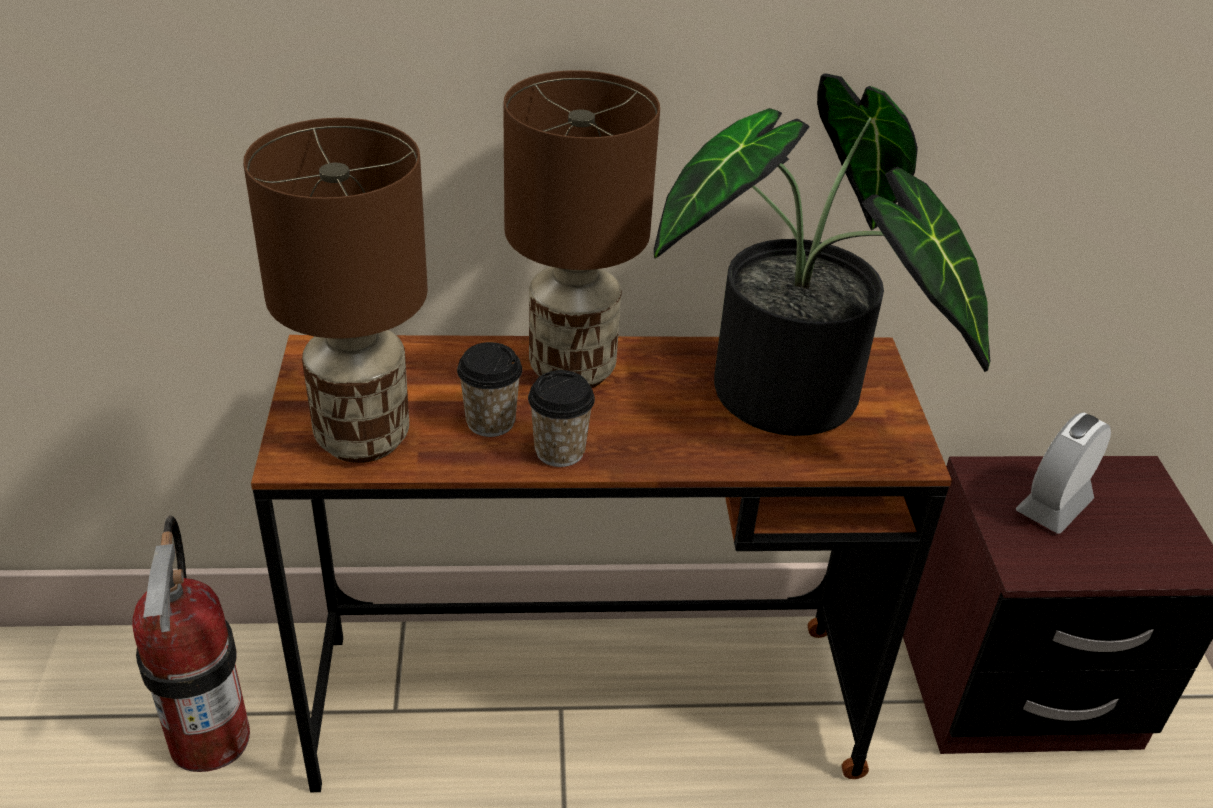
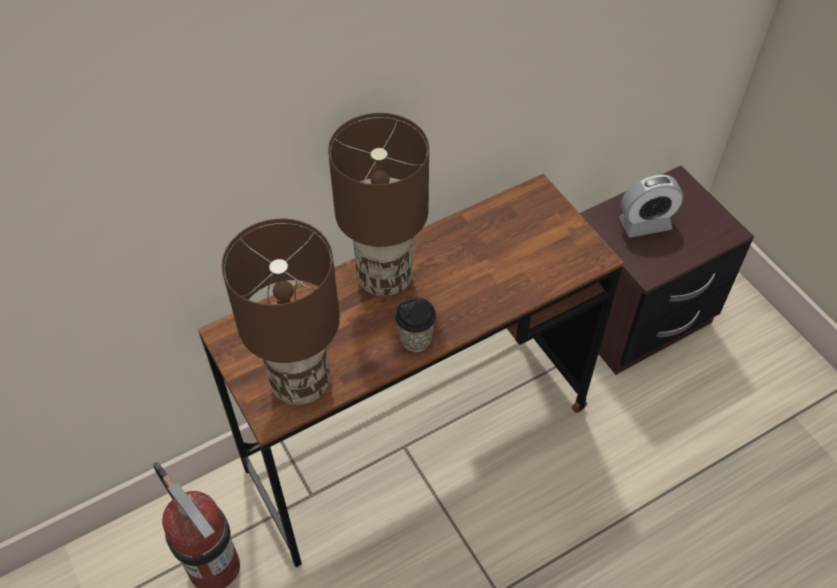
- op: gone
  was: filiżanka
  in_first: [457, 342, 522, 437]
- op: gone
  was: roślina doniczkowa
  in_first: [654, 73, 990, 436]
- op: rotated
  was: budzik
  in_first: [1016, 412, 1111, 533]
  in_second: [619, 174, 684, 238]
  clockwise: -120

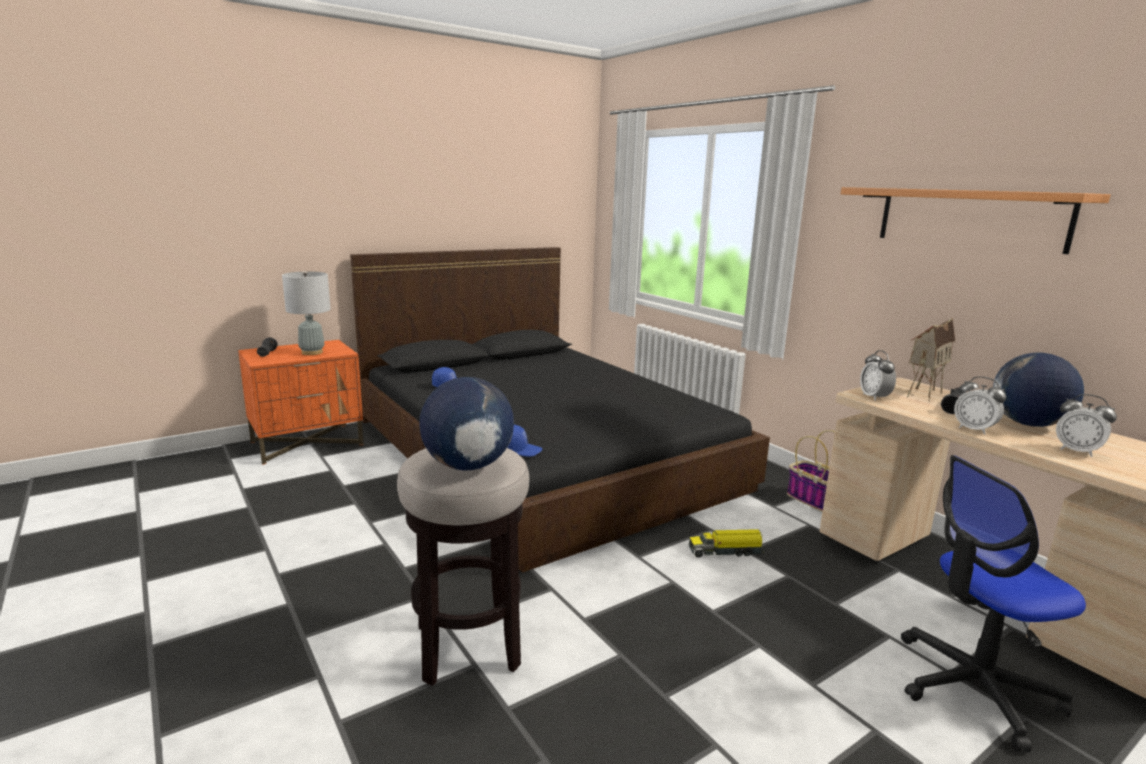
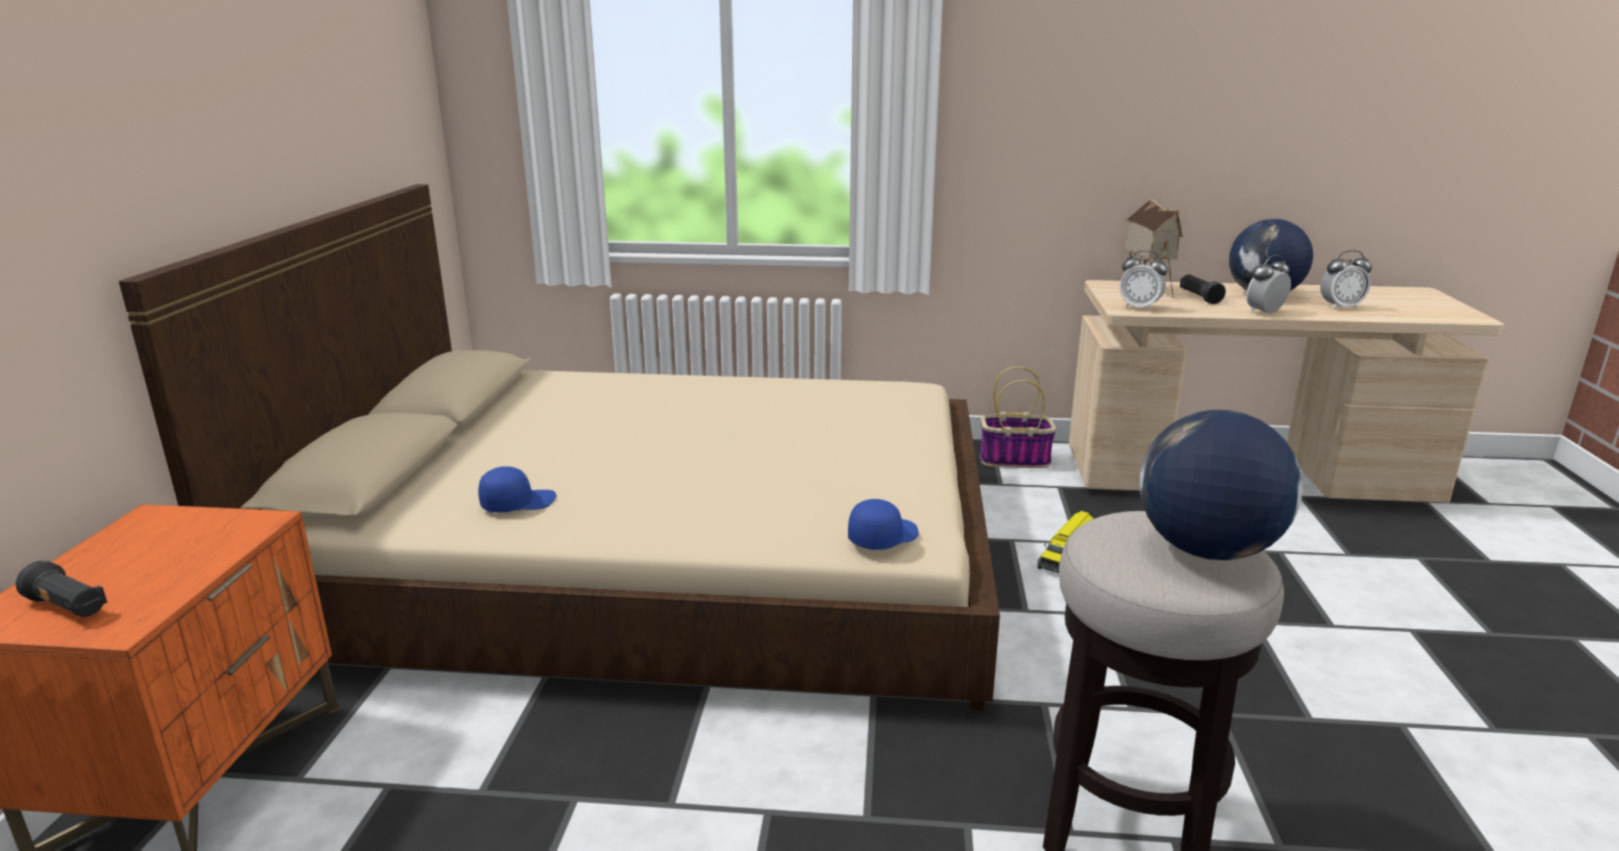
- op: gone
  was: lampa stołowa (szary)
  in_first: [282, 271, 331, 355]
- op: repainted
  was: łóżko (czarny)
  now: łóżko (beżowy)
  in_first: [350, 247, 770, 573]
  in_second: [119, 184, 1000, 711]
- op: gone
  was: półka
  in_first: [841, 187, 1111, 254]
- op: gone
  was: krzesło biurowe
  in_first: [901, 455, 1086, 752]
- op: rotated
  was: budzik
  in_first: [954, 376, 1006, 435]
  in_second: [1246, 255, 1291, 315]
  clockwise: 150

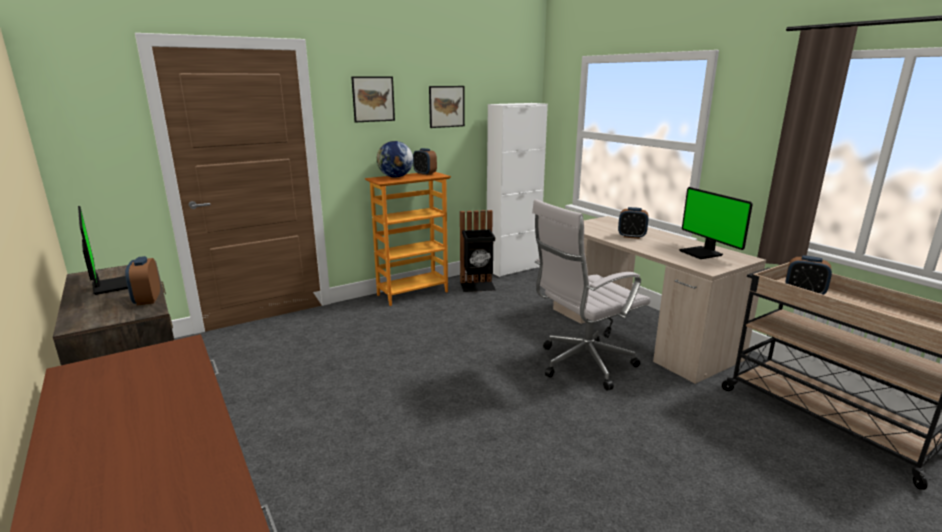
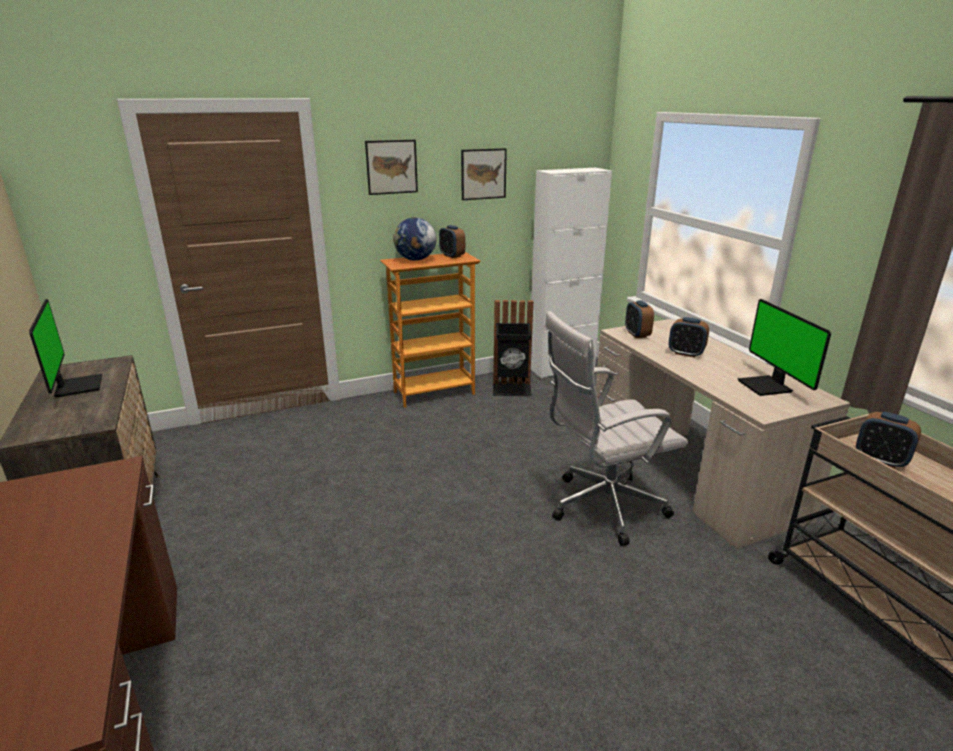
- op: shifted
  was: budzik
  in_first: [125, 256, 160, 306]
  in_second: [625, 300, 654, 338]

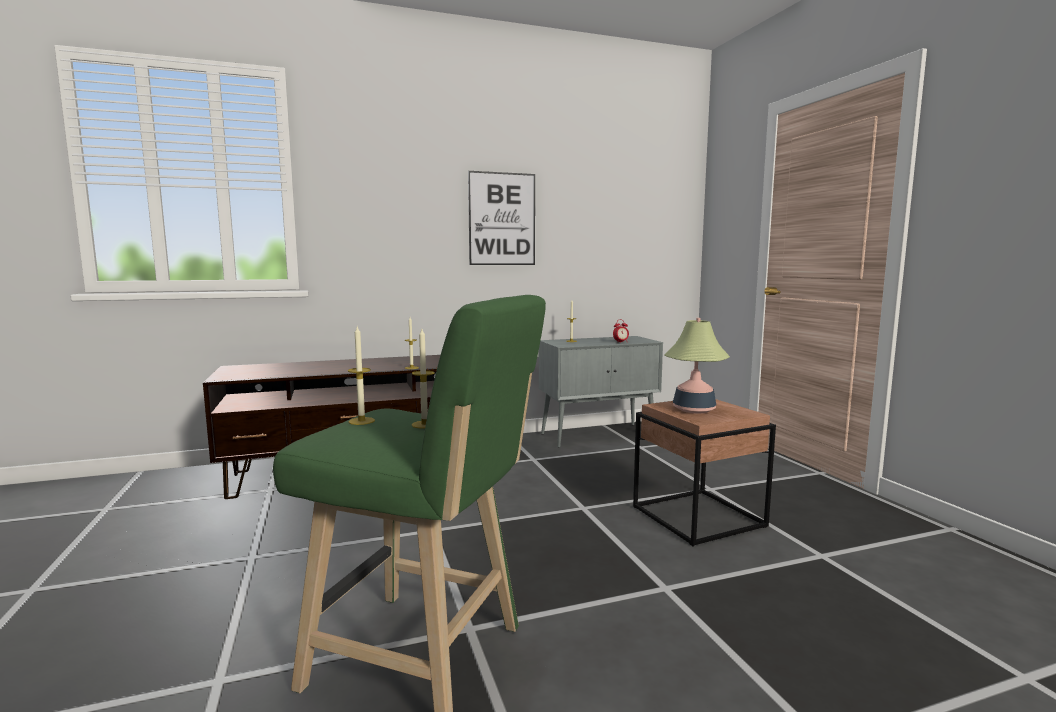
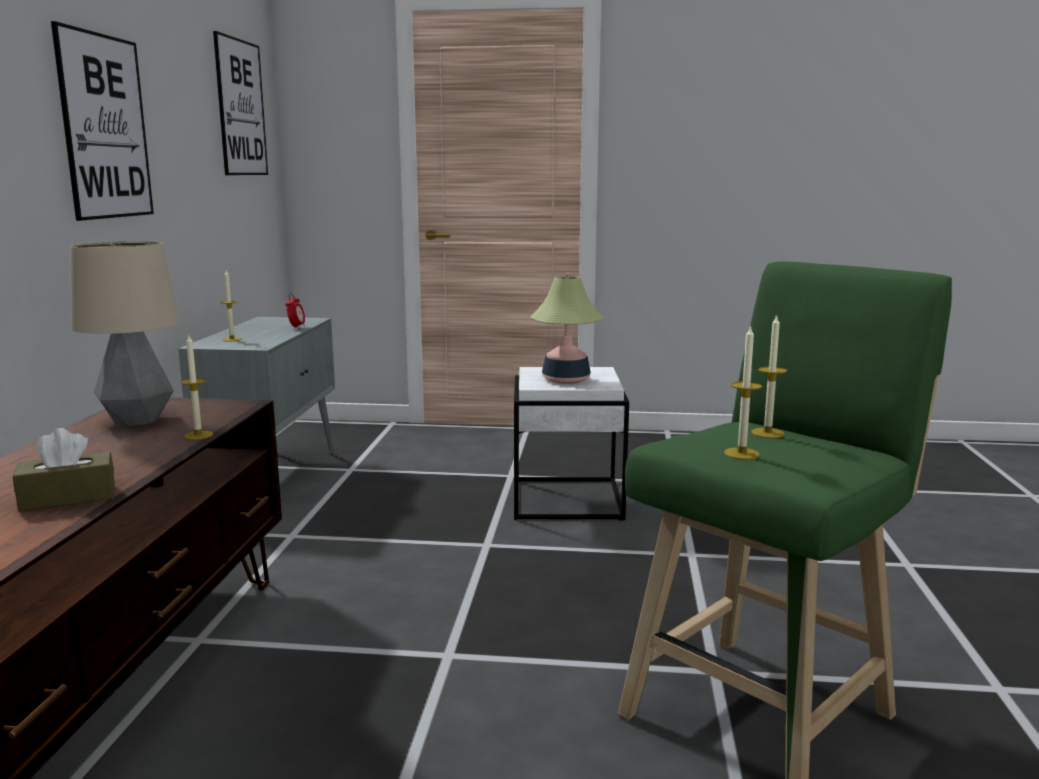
- op: repainted
  was: stolik (brązowy)
  now: stolik (biały)
  in_first: [633, 399, 776, 547]
  in_second: [514, 367, 629, 520]
- op: new
  now: pudełko chusteczek (brązowy)
  in_second: [13, 428, 115, 512]
- op: new
  now: lampa stołowa
  in_second: [70, 241, 179, 426]
- op: new
  now: obraz
  in_second: [213, 31, 268, 175]

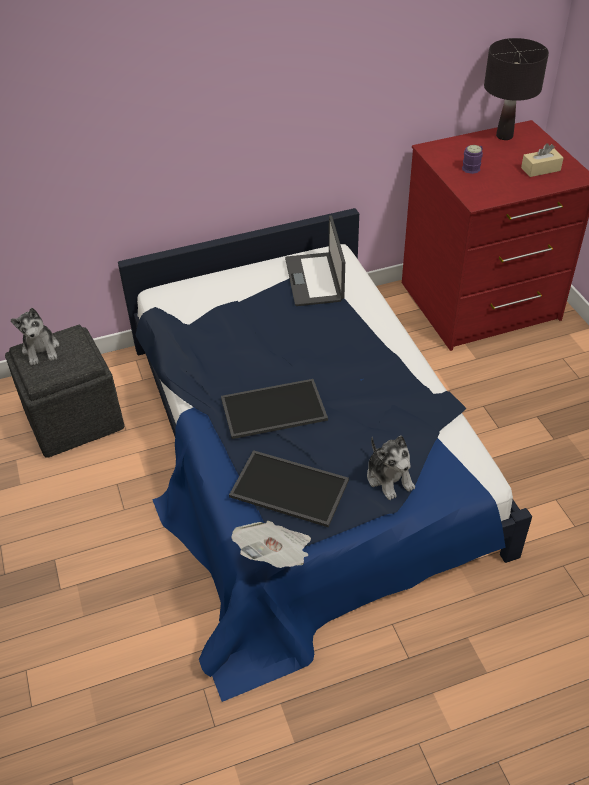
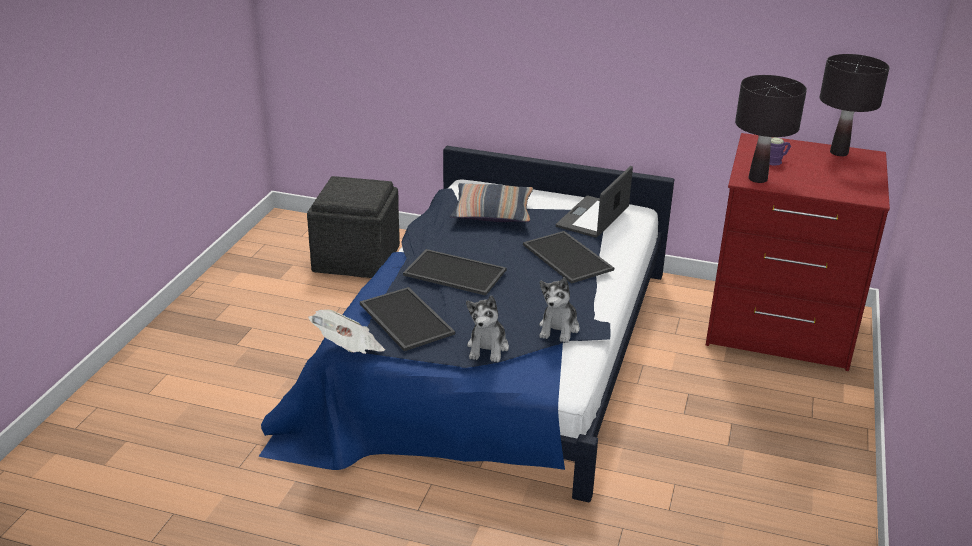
- op: shifted
  was: pluszak
  in_first: [10, 308, 59, 366]
  in_second: [539, 277, 579, 343]
- op: gone
  was: pudełko chusteczek (beżowy)
  in_first: [521, 143, 564, 177]
- op: new
  now: poduszka
  in_second: [450, 183, 533, 222]
- op: new
  now: taca
  in_second: [523, 231, 614, 284]
- op: new
  now: lampa stołowa (czarny)
  in_second: [735, 75, 807, 183]

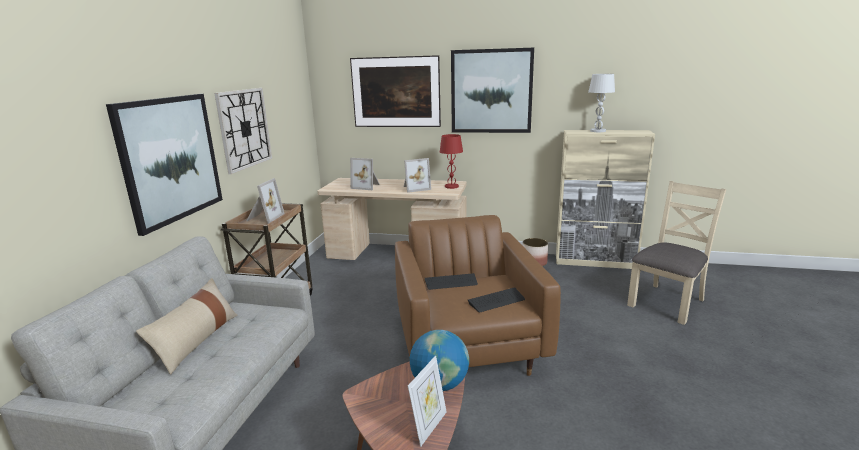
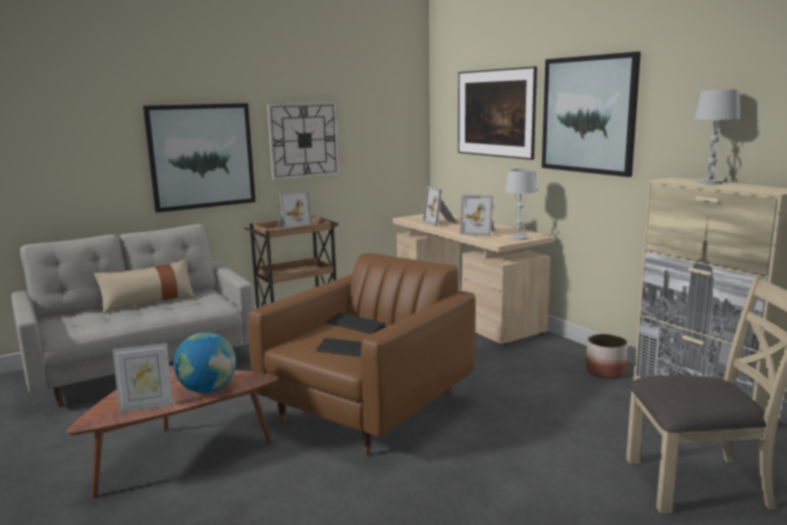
- op: repainted
  was: lampa stołowa (czerwony)
  now: lampa stołowa (biały)
  in_first: [440, 134, 463, 189]
  in_second: [505, 169, 537, 240]

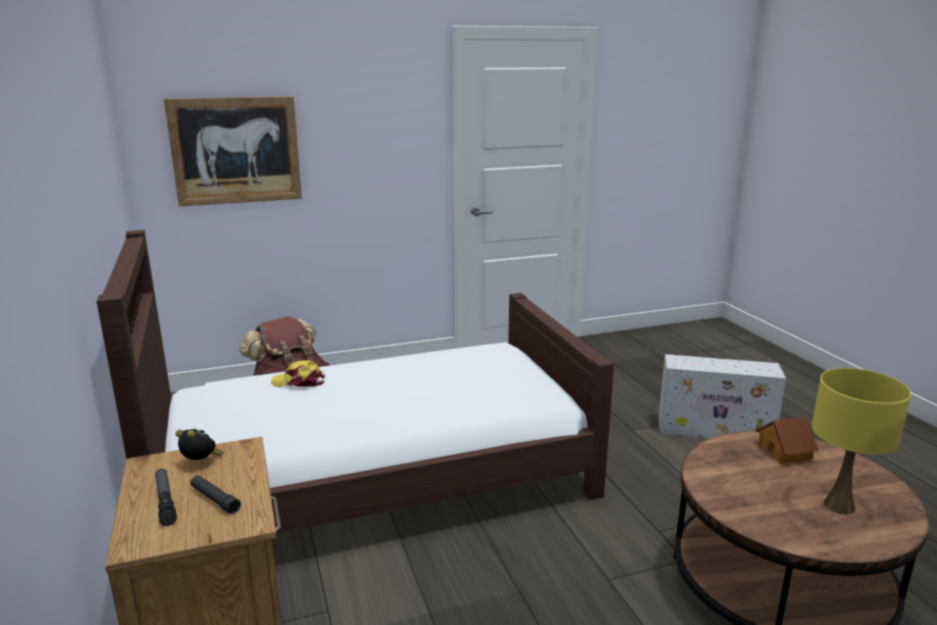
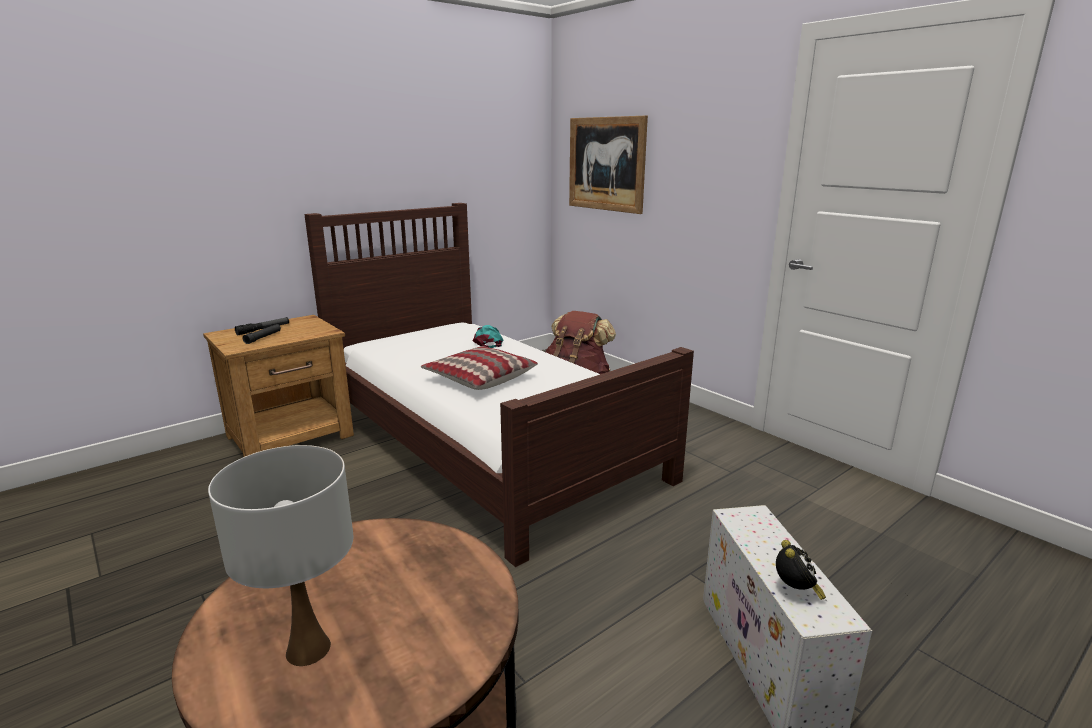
- op: shifted
  was: budzik
  in_first: [175, 429, 224, 460]
  in_second: [776, 540, 826, 600]
- op: repainted
  was: czapka z daszkiem (żółty)
  now: czapka z daszkiem (turkusowy)
  in_first: [271, 360, 325, 387]
  in_second: [472, 325, 503, 348]
- op: gone
  was: domek
  in_first: [755, 417, 819, 464]
- op: repainted
  was: lampa stołowa (żółty)
  now: lampa stołowa (biały)
  in_first: [812, 368, 911, 514]
  in_second: [208, 445, 353, 666]
- op: new
  now: poduszka
  in_second: [421, 346, 538, 390]

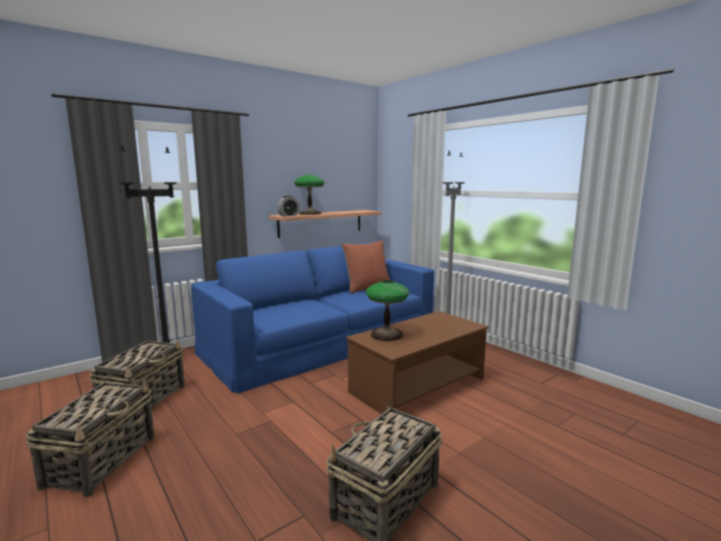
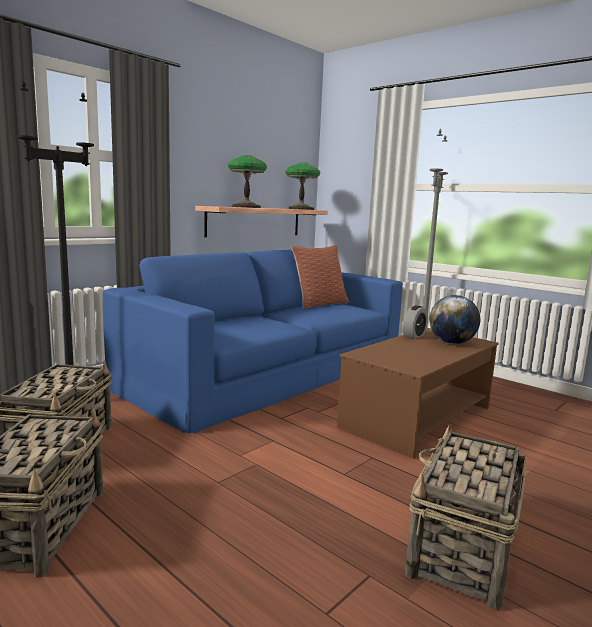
- op: shifted
  was: budzik
  in_first: [277, 196, 300, 217]
  in_second: [402, 305, 428, 339]
- op: shifted
  was: lampa stołowa
  in_first: [366, 280, 409, 341]
  in_second: [285, 163, 320, 210]
- op: new
  now: globus
  in_second: [429, 295, 480, 344]

